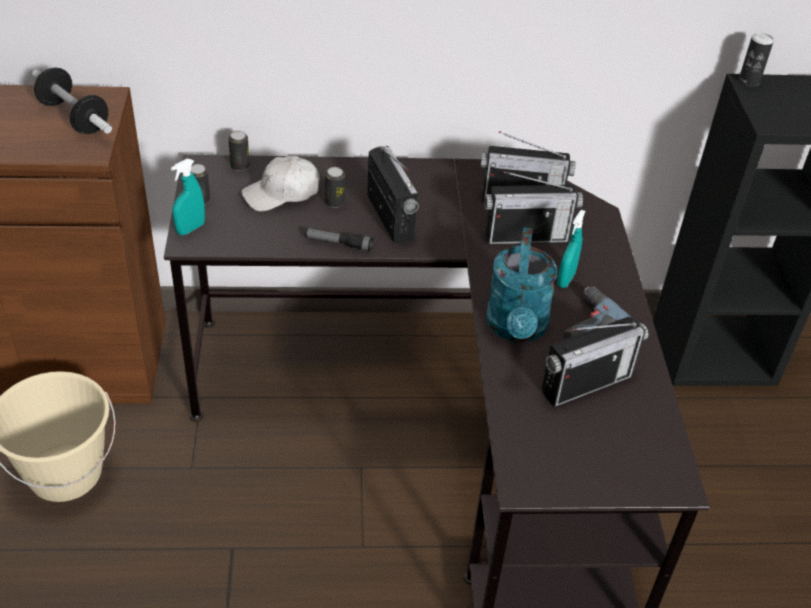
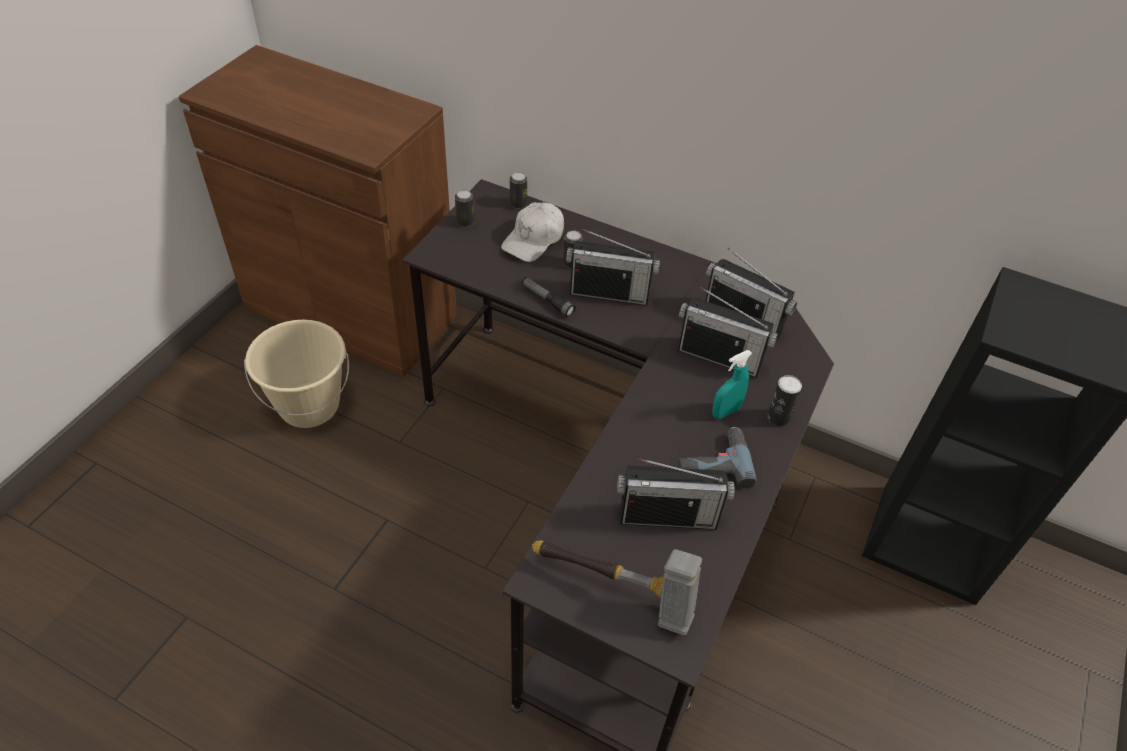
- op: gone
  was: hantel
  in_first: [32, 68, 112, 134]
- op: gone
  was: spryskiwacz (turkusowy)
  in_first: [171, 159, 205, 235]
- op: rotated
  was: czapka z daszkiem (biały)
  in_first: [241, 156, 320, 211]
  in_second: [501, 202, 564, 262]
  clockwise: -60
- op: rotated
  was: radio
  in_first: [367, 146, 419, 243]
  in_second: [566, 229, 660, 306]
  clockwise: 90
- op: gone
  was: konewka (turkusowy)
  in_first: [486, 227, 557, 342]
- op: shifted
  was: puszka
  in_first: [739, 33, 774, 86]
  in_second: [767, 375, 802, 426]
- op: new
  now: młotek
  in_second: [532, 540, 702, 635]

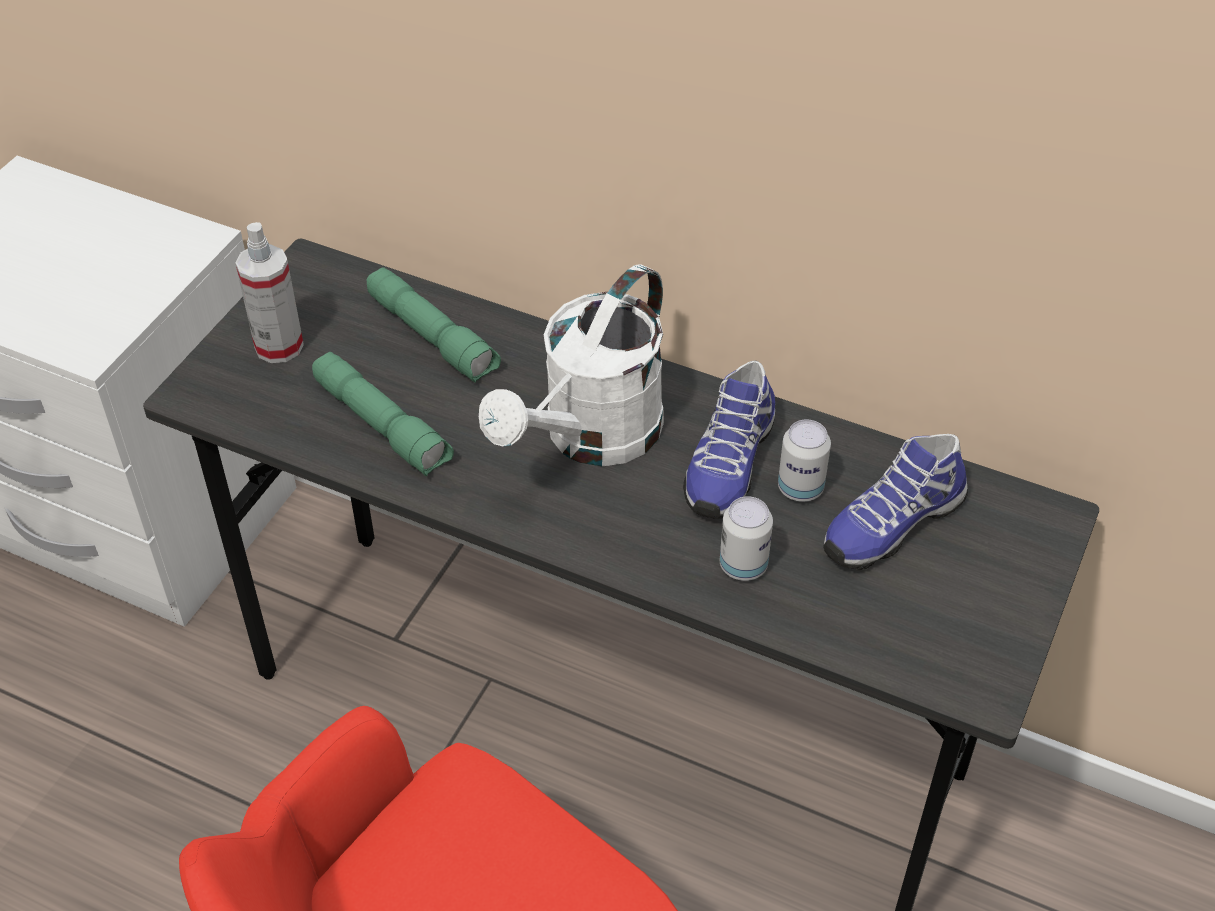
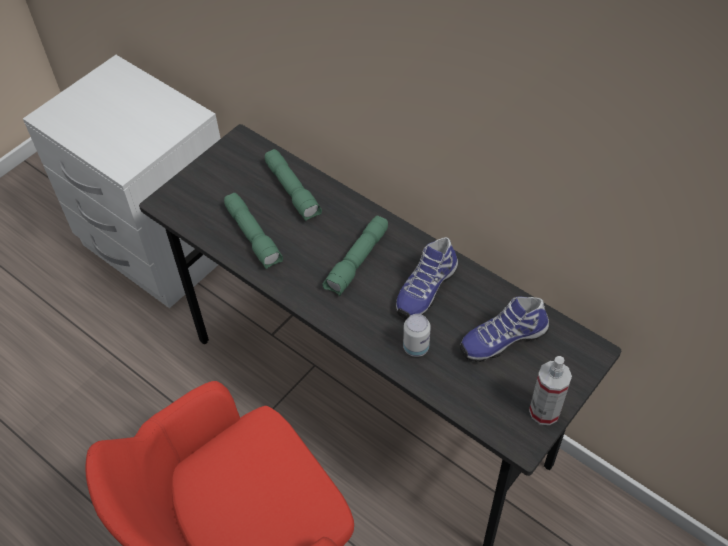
- op: shifted
  was: spryskiwacz
  in_first: [235, 222, 304, 363]
  in_second: [529, 356, 572, 425]
- op: swapped
  was: konewka (biały)
  now: latarka (zielony)
  in_first: [479, 265, 664, 466]
  in_second: [322, 215, 388, 296]
- op: gone
  was: puszka
  in_first: [778, 420, 831, 502]

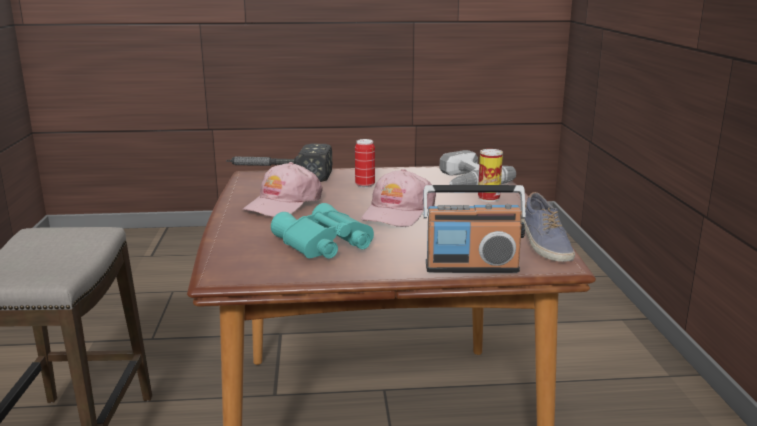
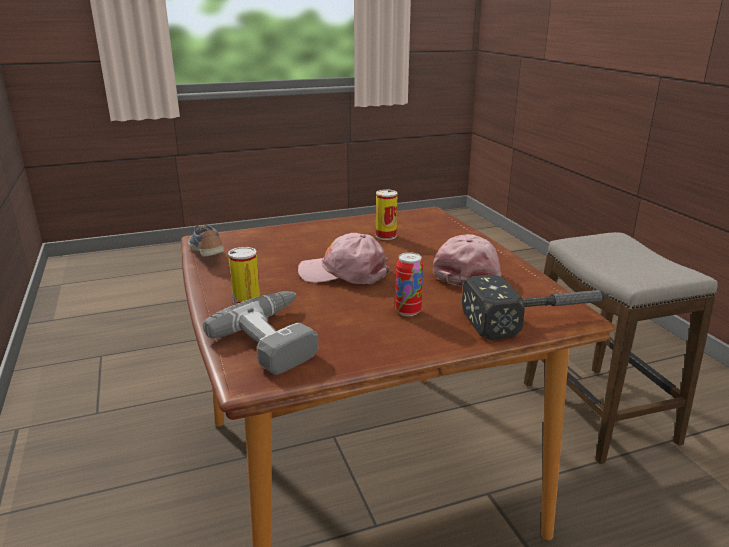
- op: swapped
  was: lornetka (turkusowy)
  now: puszka
  in_first: [271, 203, 374, 259]
  in_second: [376, 189, 398, 240]
- op: rotated
  was: czapka z daszkiem (różowy)
  in_first: [361, 169, 436, 227]
  in_second: [298, 233, 389, 284]
  clockwise: -90
- op: gone
  was: radio
  in_first: [423, 185, 526, 273]

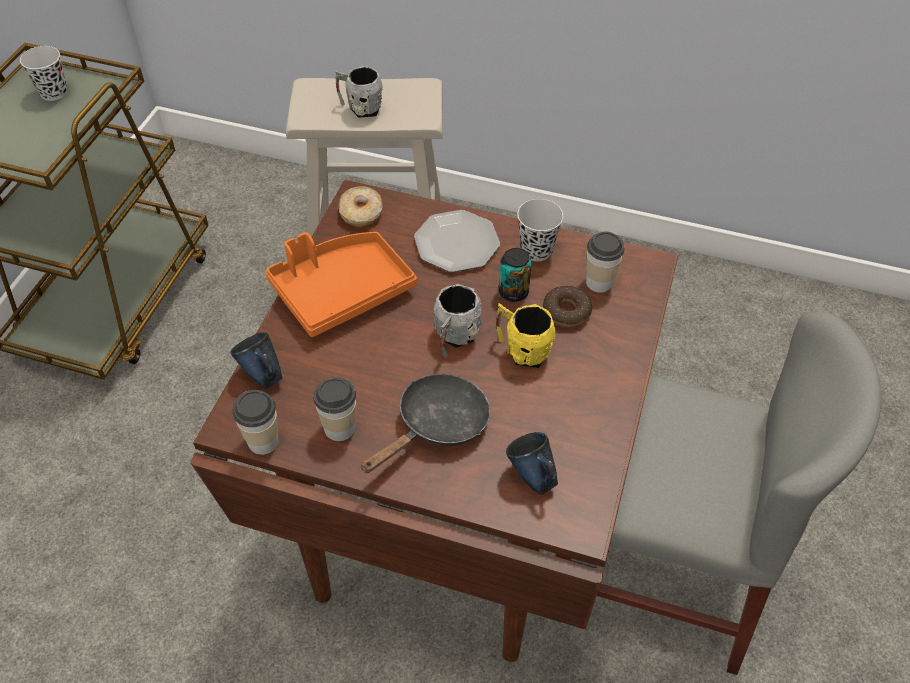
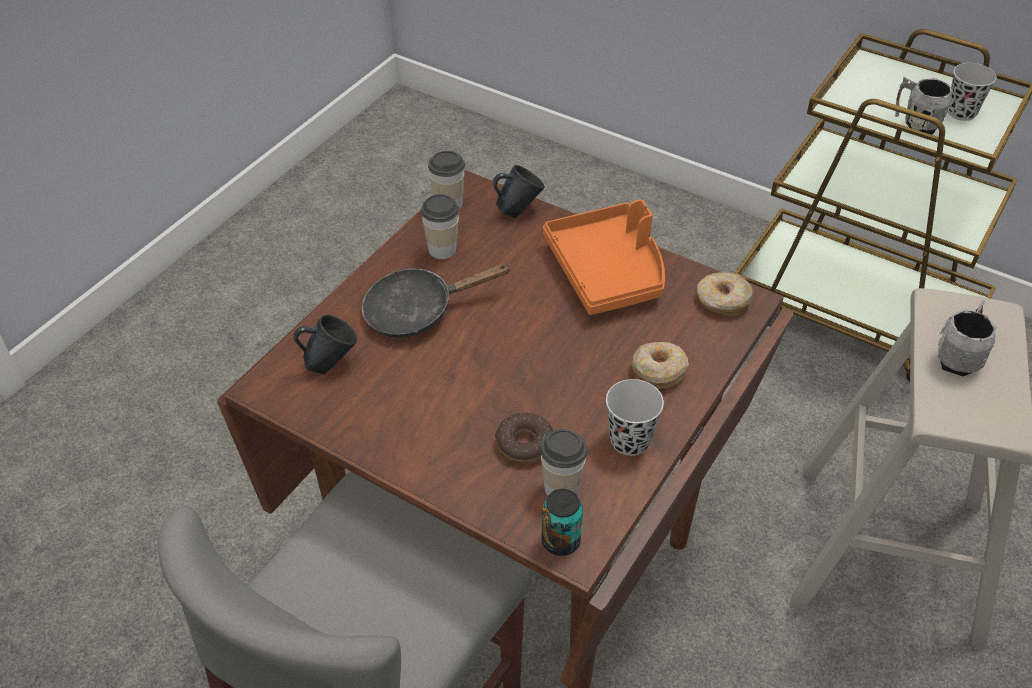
- op: rotated
  was: patelnia (czarny)
  in_first: [360, 374, 490, 473]
  in_second: [362, 263, 511, 338]
  clockwise: 105
- op: swapped
  was: talerz
  now: donut
  in_first: [414, 210, 500, 272]
  in_second: [631, 342, 689, 389]
- op: shifted
  was: kubek (szary)
  in_first: [434, 284, 482, 357]
  in_second: [895, 76, 952, 135]
- op: gone
  was: kubek (żółty)
  in_first: [496, 303, 555, 368]
- op: shifted
  was: puszka
  in_first: [499, 248, 532, 302]
  in_second: [541, 489, 583, 556]

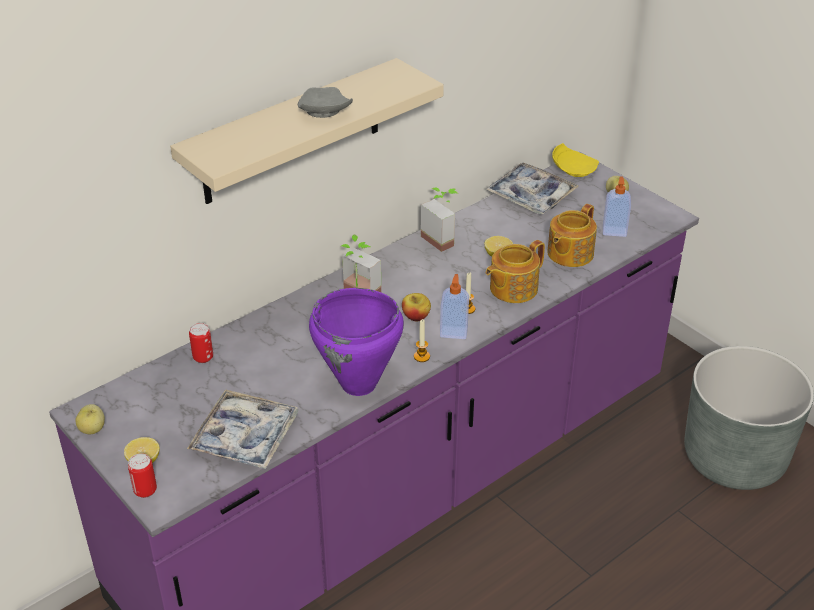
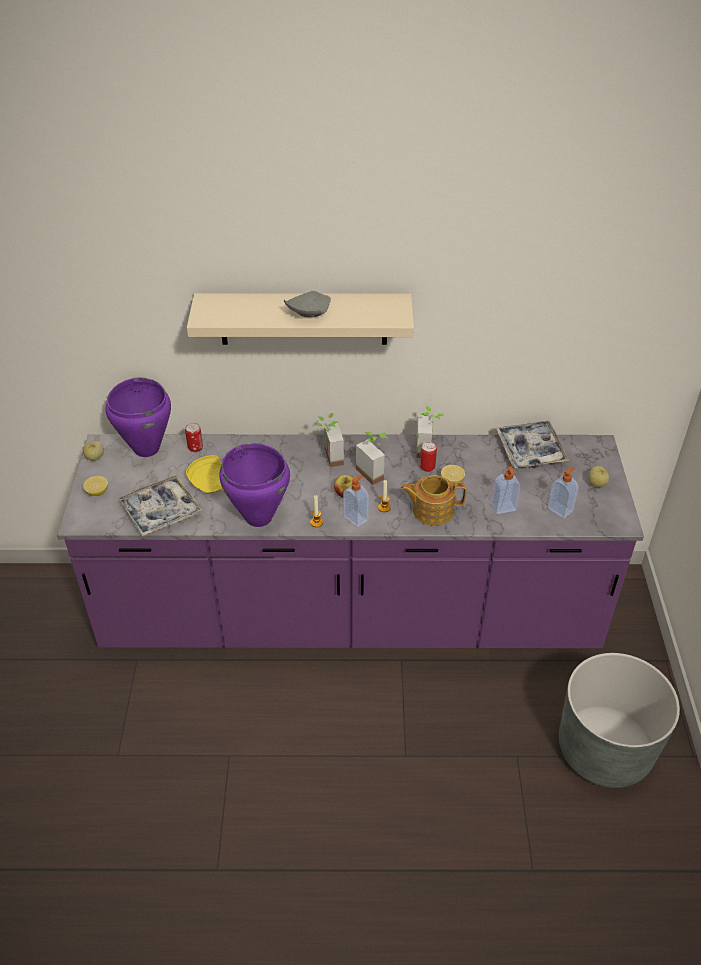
- op: shifted
  was: puszka
  in_first: [128, 453, 157, 498]
  in_second: [420, 442, 437, 472]
- op: swapped
  was: imbryk
  now: dozownik mydła
  in_first: [547, 204, 597, 267]
  in_second: [491, 466, 520, 514]
- op: shifted
  was: talerz (żółty)
  in_first: [552, 143, 599, 177]
  in_second: [186, 455, 223, 493]
- op: new
  now: garnek (fioletowy)
  in_second: [106, 377, 171, 457]
- op: new
  now: roślina doniczkowa
  in_second: [356, 432, 388, 485]

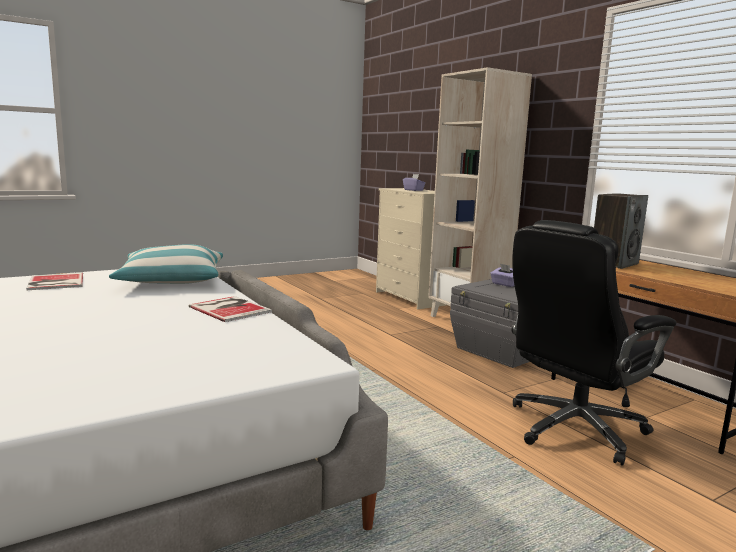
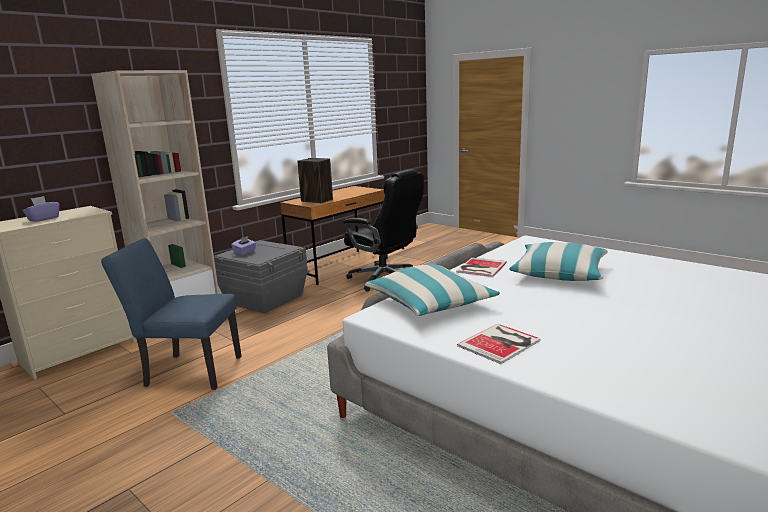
- op: new
  now: krzesło (niebieski)
  in_second: [101, 238, 241, 390]
- op: new
  now: poduszka
  in_second: [509, 242, 608, 281]

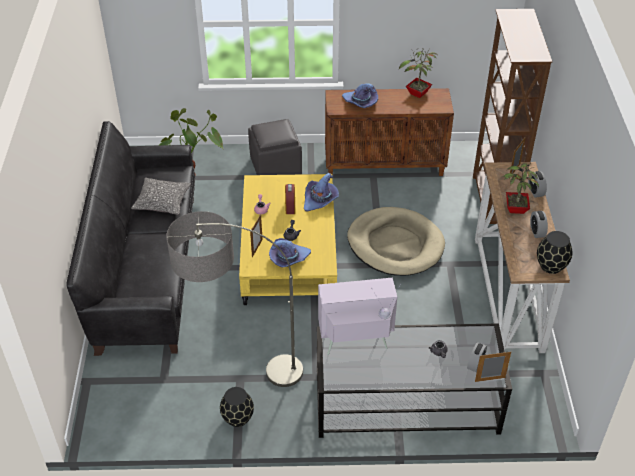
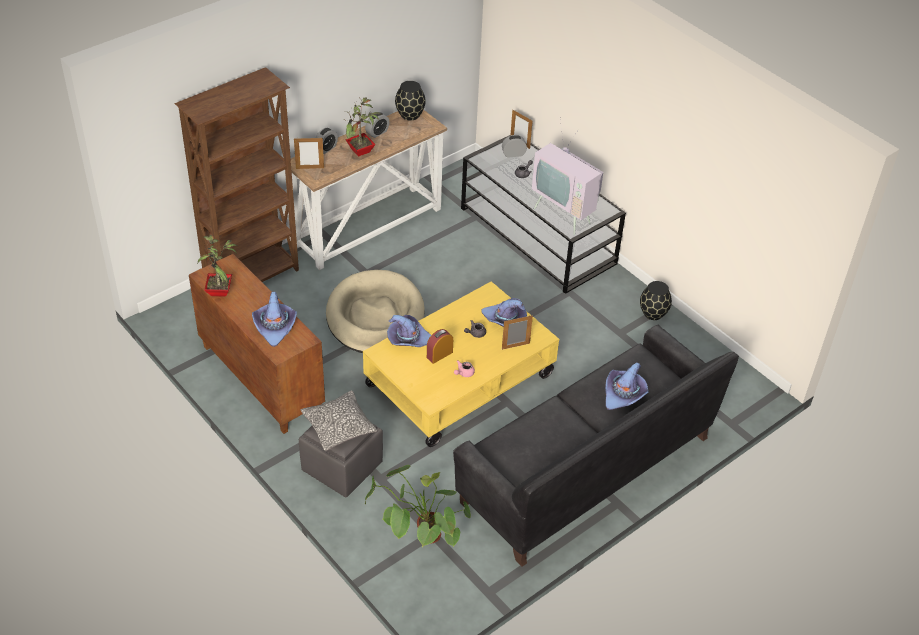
- op: shifted
  was: poduszka
  in_first: [131, 178, 191, 215]
  in_second: [301, 391, 377, 451]
- op: gone
  was: lampa stojąca
  in_first: [166, 211, 303, 387]
- op: new
  now: kapelusz (fioletowy)
  in_second: [605, 362, 649, 410]

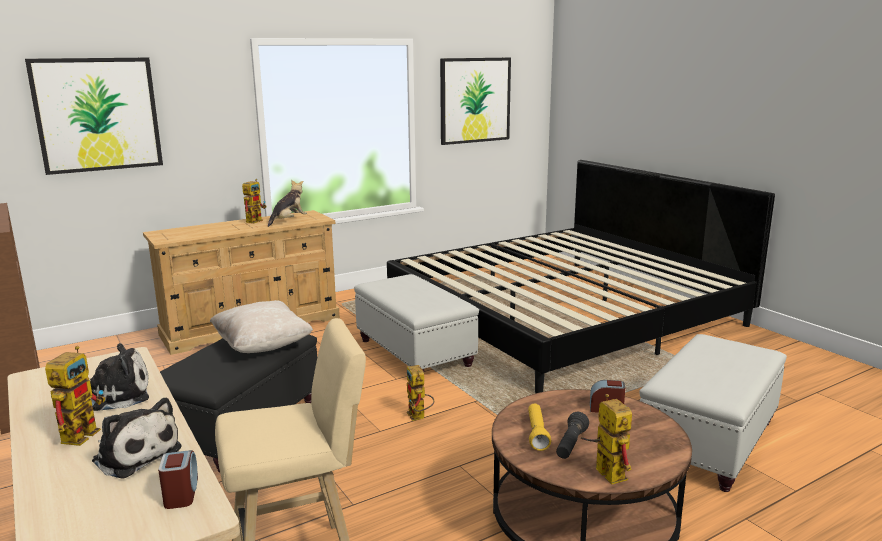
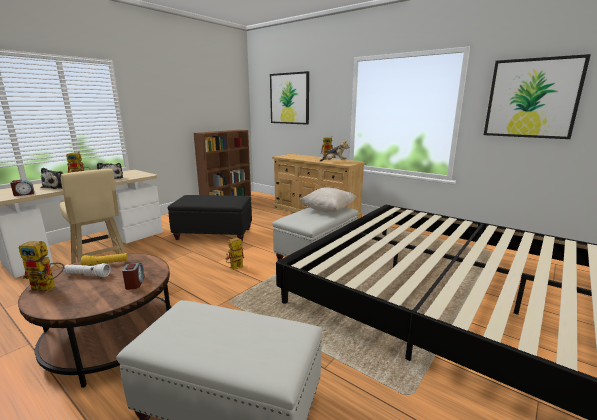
- op: shifted
  was: poduszka (beżowy)
  in_first: [210, 300, 313, 353]
  in_second: [300, 187, 356, 212]
- op: repainted
  was: latarka (czarny)
  now: latarka (biały)
  in_first: [556, 412, 589, 459]
  in_second: [64, 263, 111, 277]
- op: rotated
  was: robot zabawkowy
  in_first: [581, 394, 632, 485]
  in_second: [19, 241, 65, 293]
  clockwise: 45

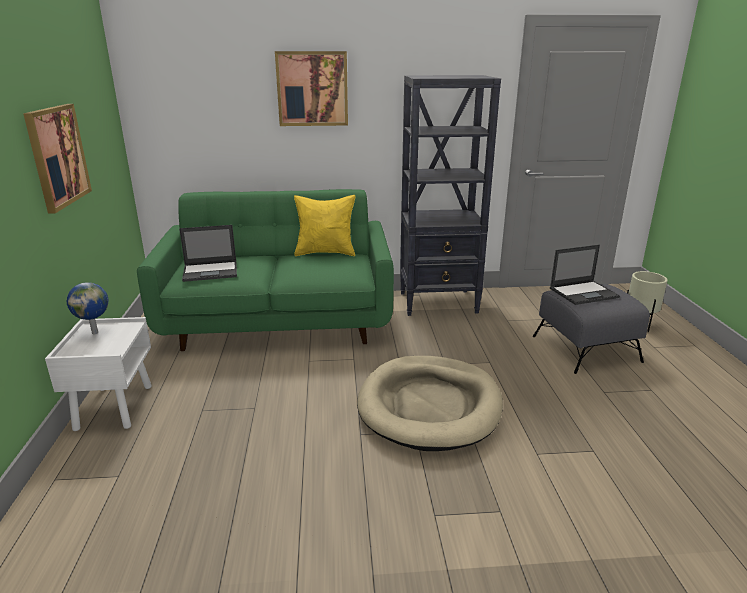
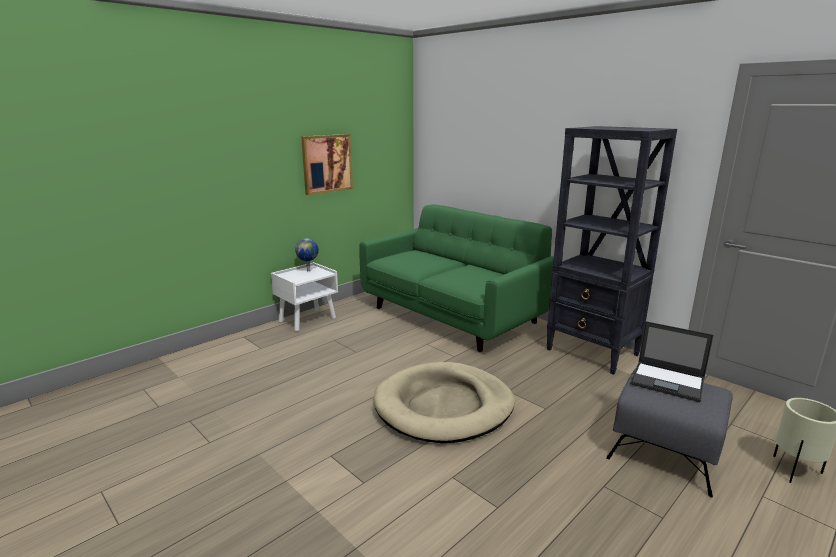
- op: gone
  was: laptop
  in_first: [179, 225, 237, 282]
- op: gone
  was: obraz
  in_first: [275, 51, 348, 126]
- op: gone
  was: poduszka (żółty)
  in_first: [294, 195, 355, 256]

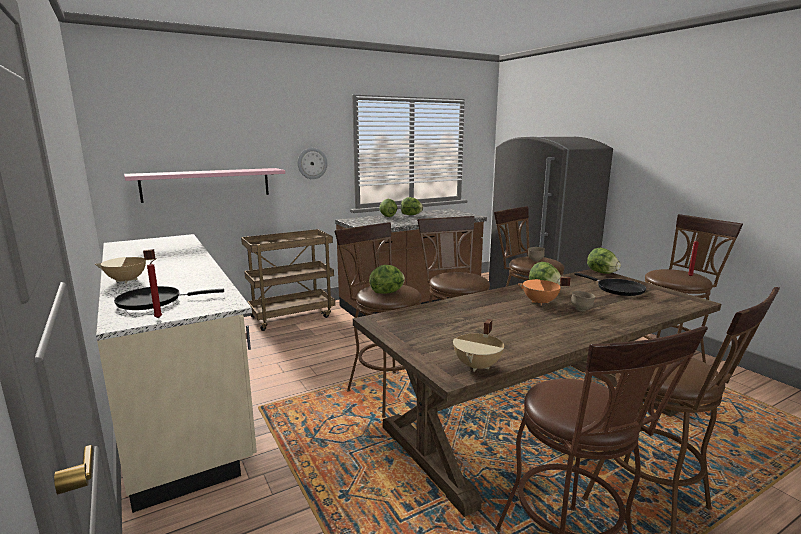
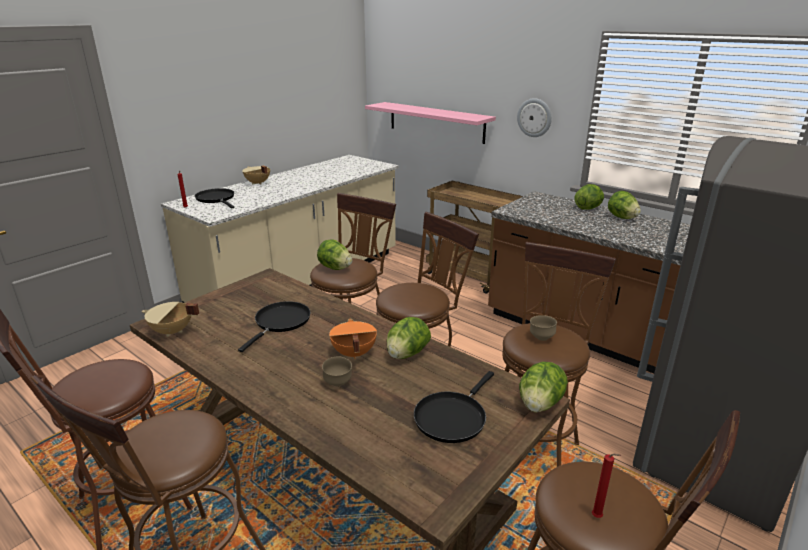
- op: new
  now: patelnia (czarny)
  in_second: [238, 301, 310, 352]

